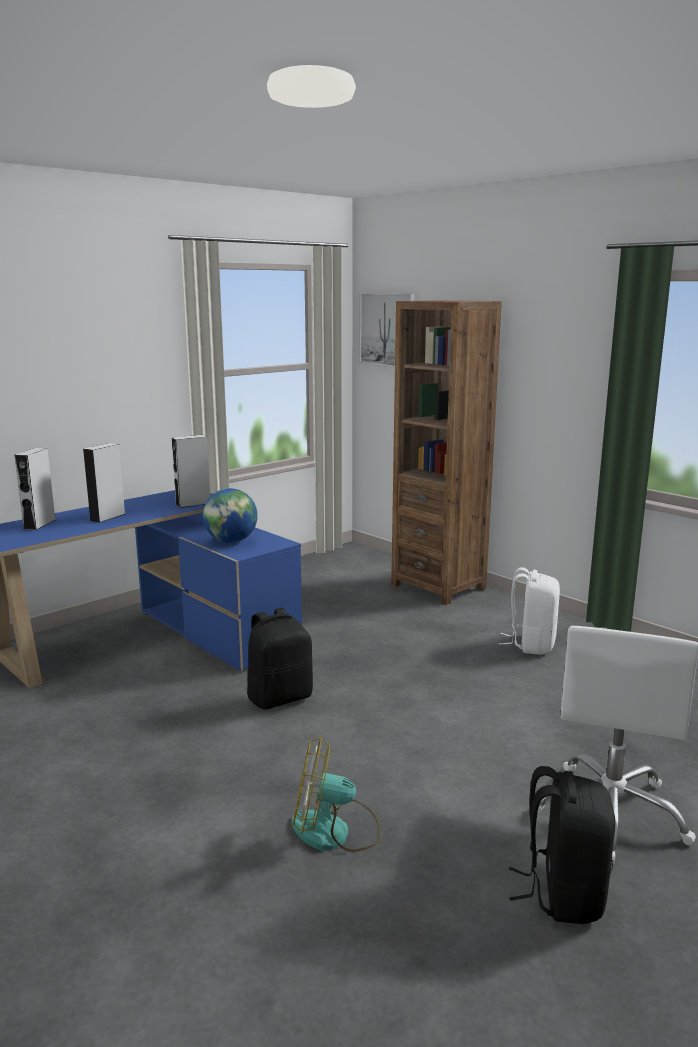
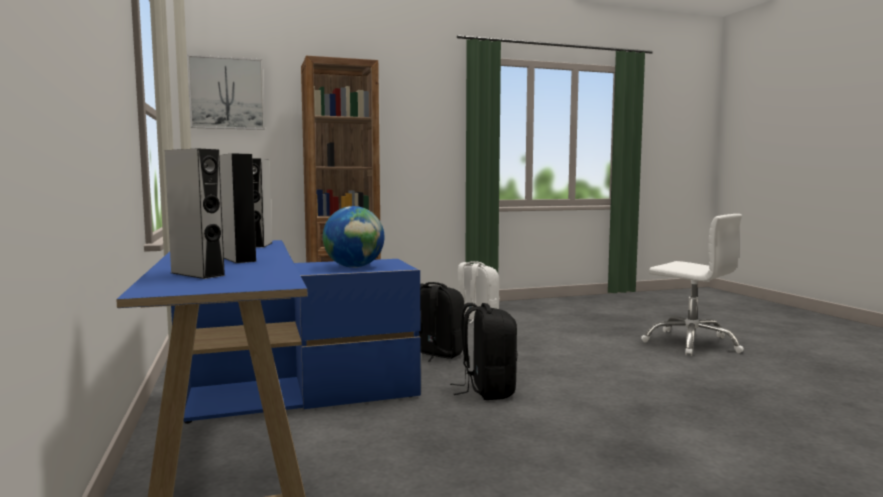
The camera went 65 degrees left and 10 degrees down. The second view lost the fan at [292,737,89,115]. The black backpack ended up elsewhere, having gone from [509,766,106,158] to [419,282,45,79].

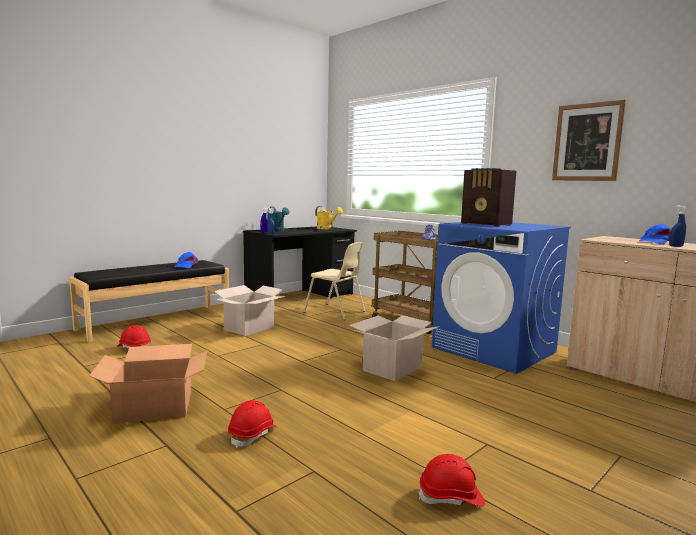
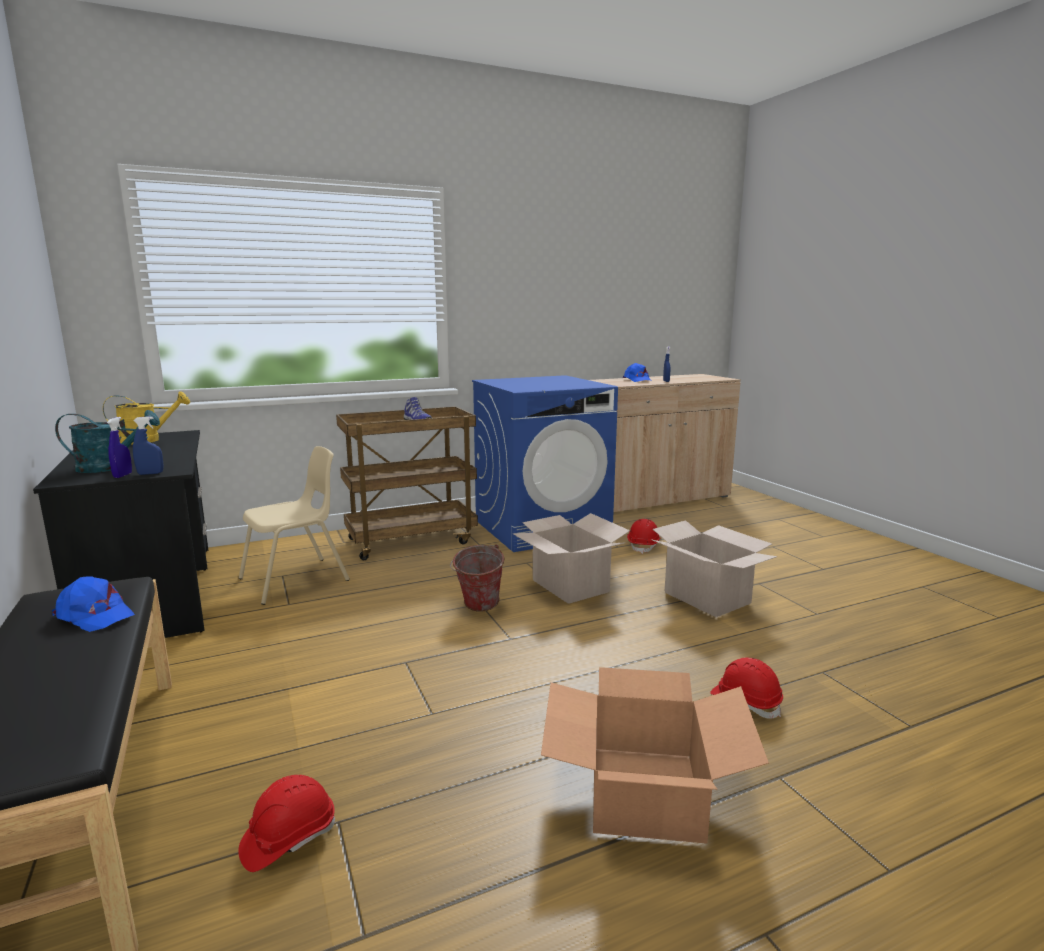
The camera went 70 degrees left and 5 degrees up. The cardboard box ended up elsewhere, having gone from [214,285,71,51] to [651,520,126,97]. The red hard hat ended up elsewhere, having gone from [419,454,66,53] to [627,519,34,35]. The second view lost the radio at [461,168,55,58]. The second view lost the picture at [552,100,74,81]. The second view gained the bucket at [450,544,55,68].

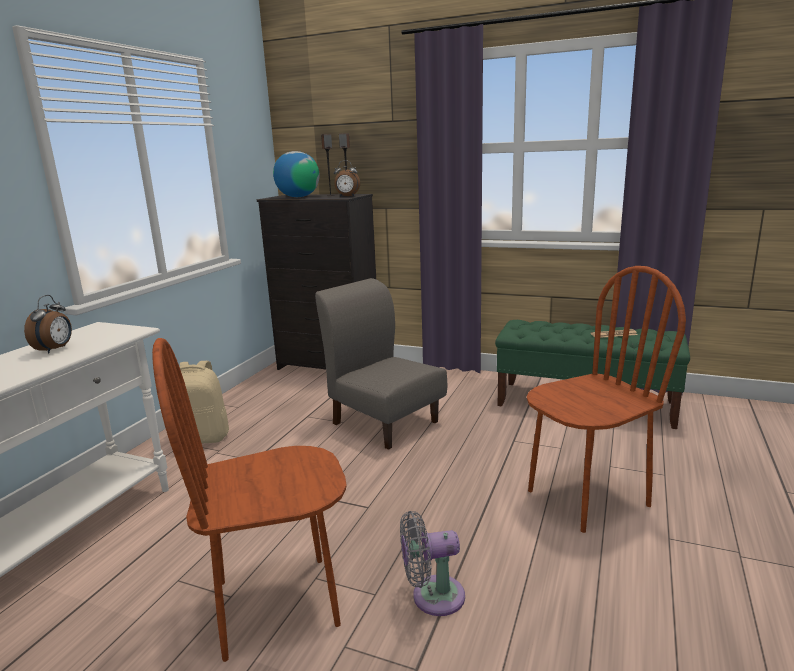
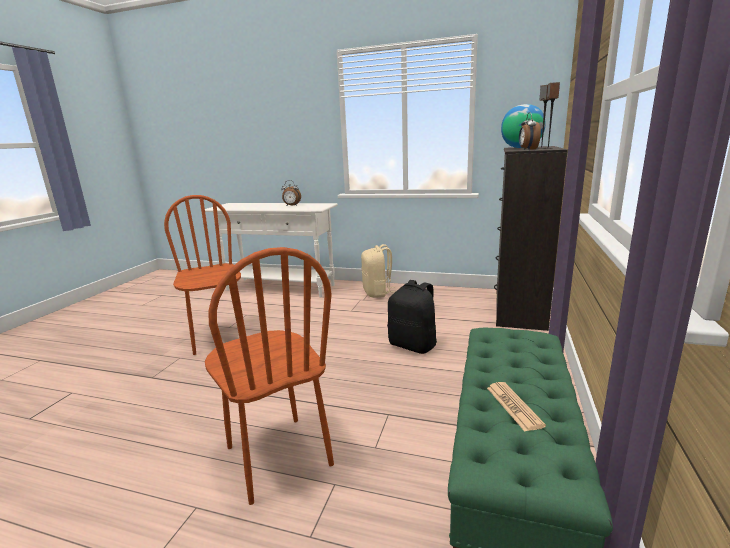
The camera went 85 degrees right and 0 degrees up. Where the grey chair stood at [315,278,132,172], the black backpack came to stand at [387,280,50,74]. The second view lost the grey fan at [400,511,65,105].

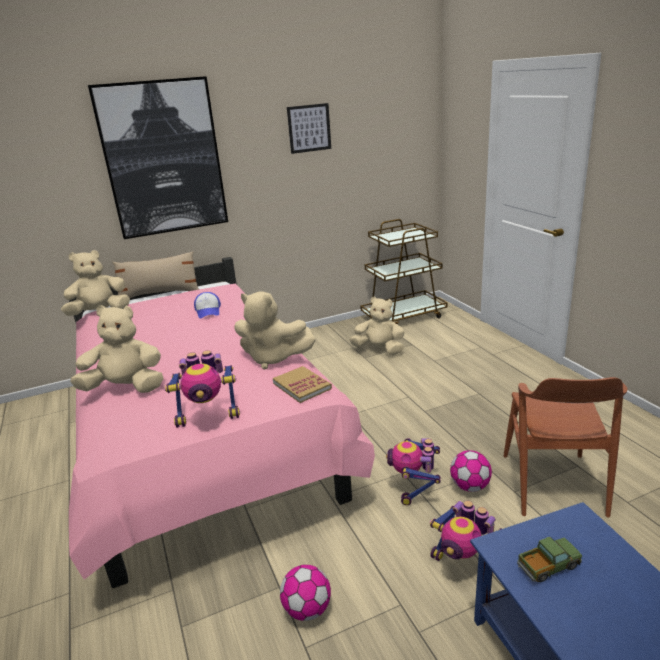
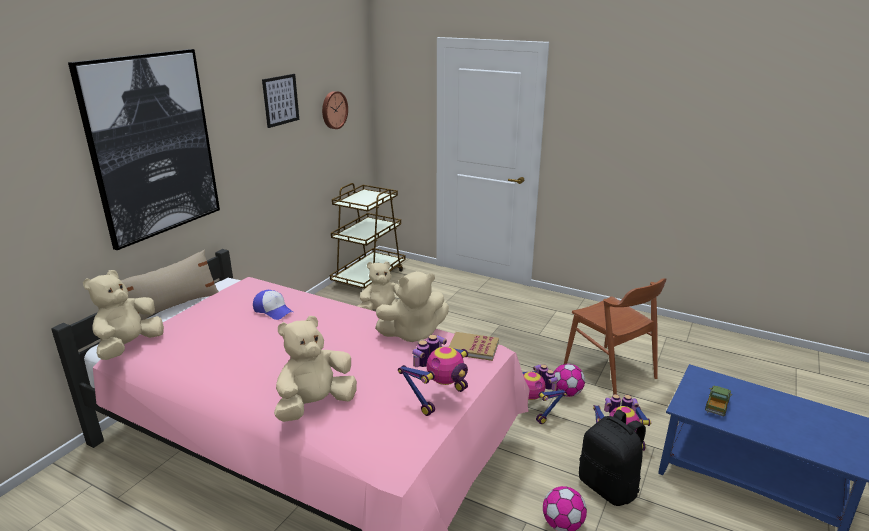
The camera went 40 degrees left and 0 degrees up. The second view gained the wall clock at [322,91,26,38]. The second view gained the black backpack at [579,410,67,96].

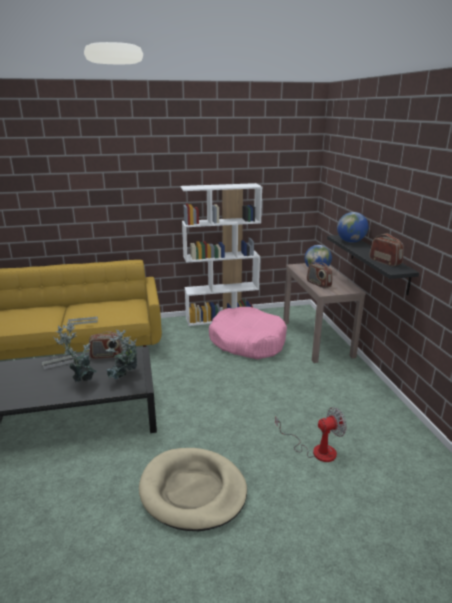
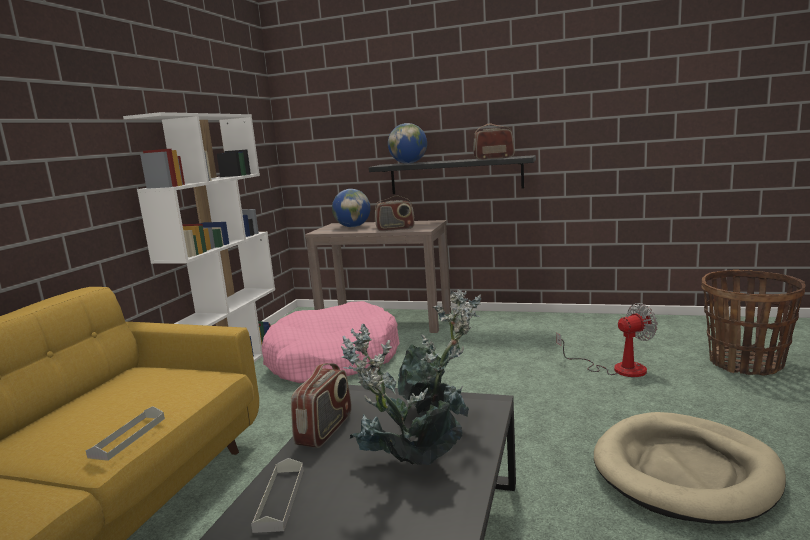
The camera went 60 degrees left and 10 degrees down. The fan at [275,407,72,55] ended up facing another way, 60 degrees clockwise from before. The second view gained the basket at [701,270,105,105].

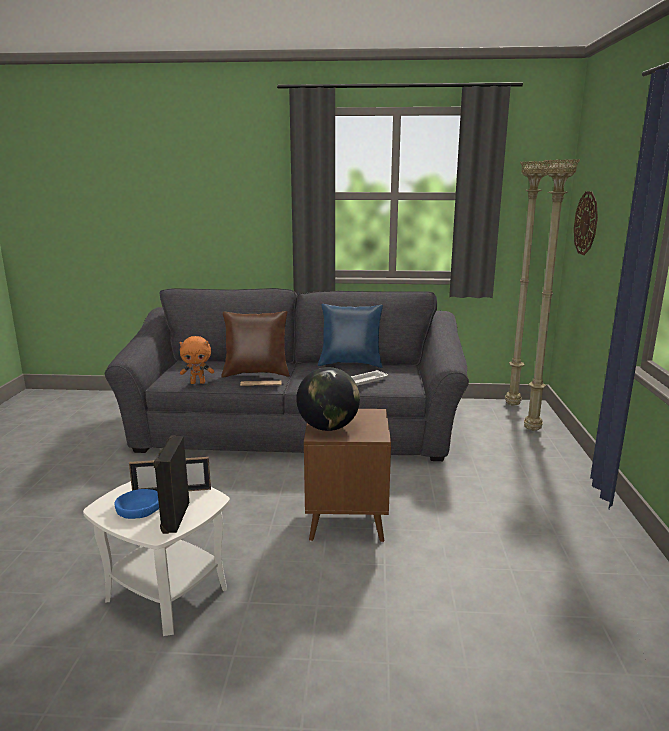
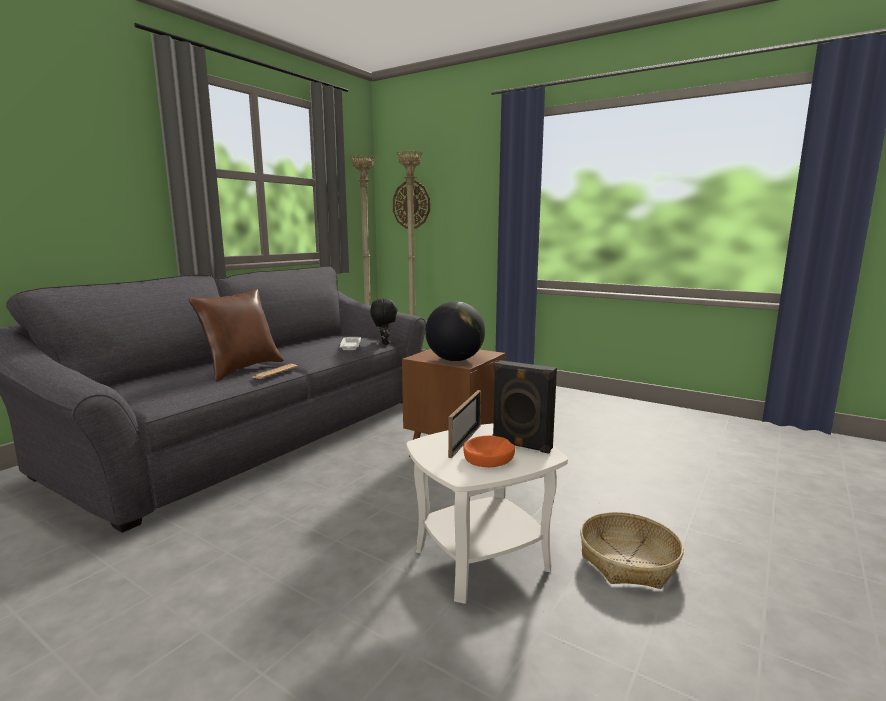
The camera went 60 degrees left and 5 degrees down. What was the blue bowl at [114,489,45,30] turned into the orange bowl at [463,436,52,31]. The second view lost the orange plush toy at [179,336,35,48]. The second view lost the blue pillow at [318,304,65,64]. The second view gained the black plush toy at [370,298,28,47]. The second view gained the basket at [580,512,104,77].

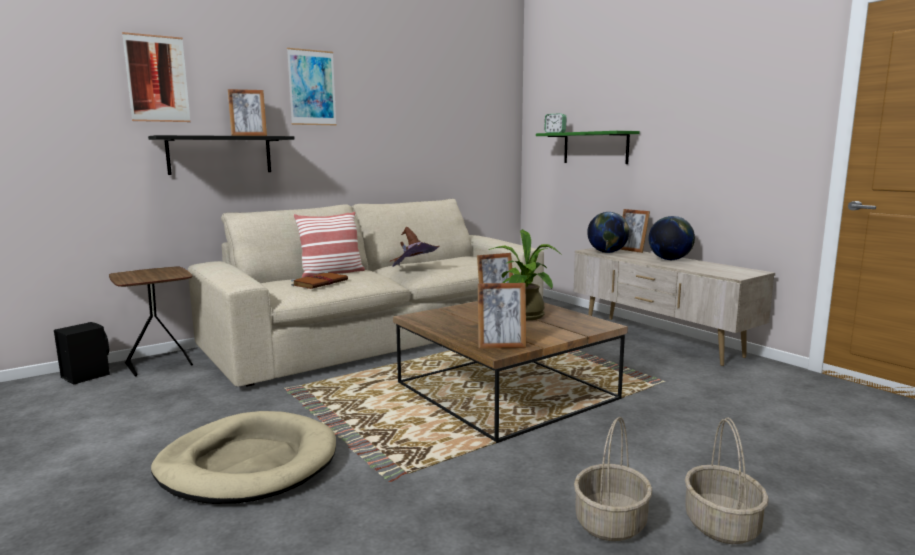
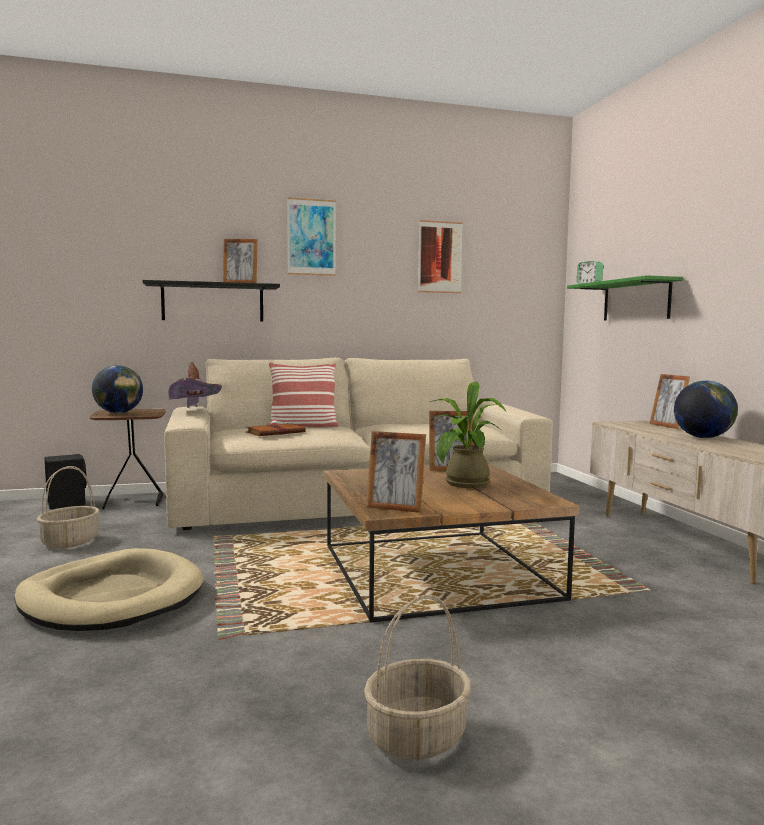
The camera went 20 degrees right and 5 degrees down. The picture ended up elsewhere, having gone from [122,32,69,90] to [418,220,45,73]. The brown hat ended up elsewhere, having gone from [390,227,50,40] to [168,362,54,46]. The globe ended up elsewhere, having gone from [587,212,42,41] to [92,365,51,48]. The basket ended up elsewhere, having gone from [685,417,84,127] to [37,466,63,82].

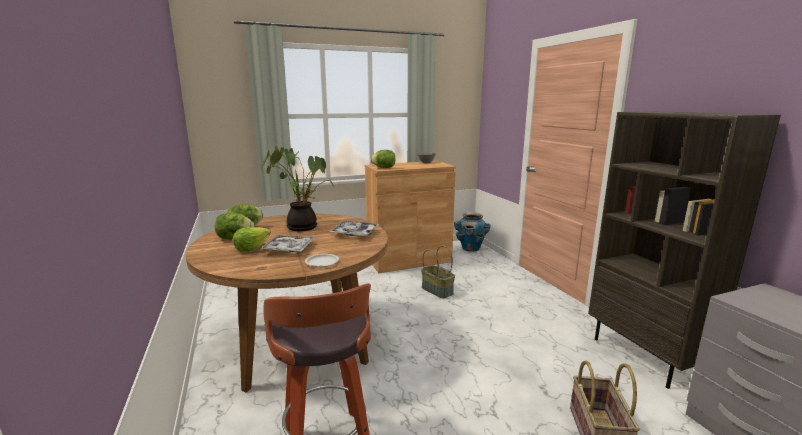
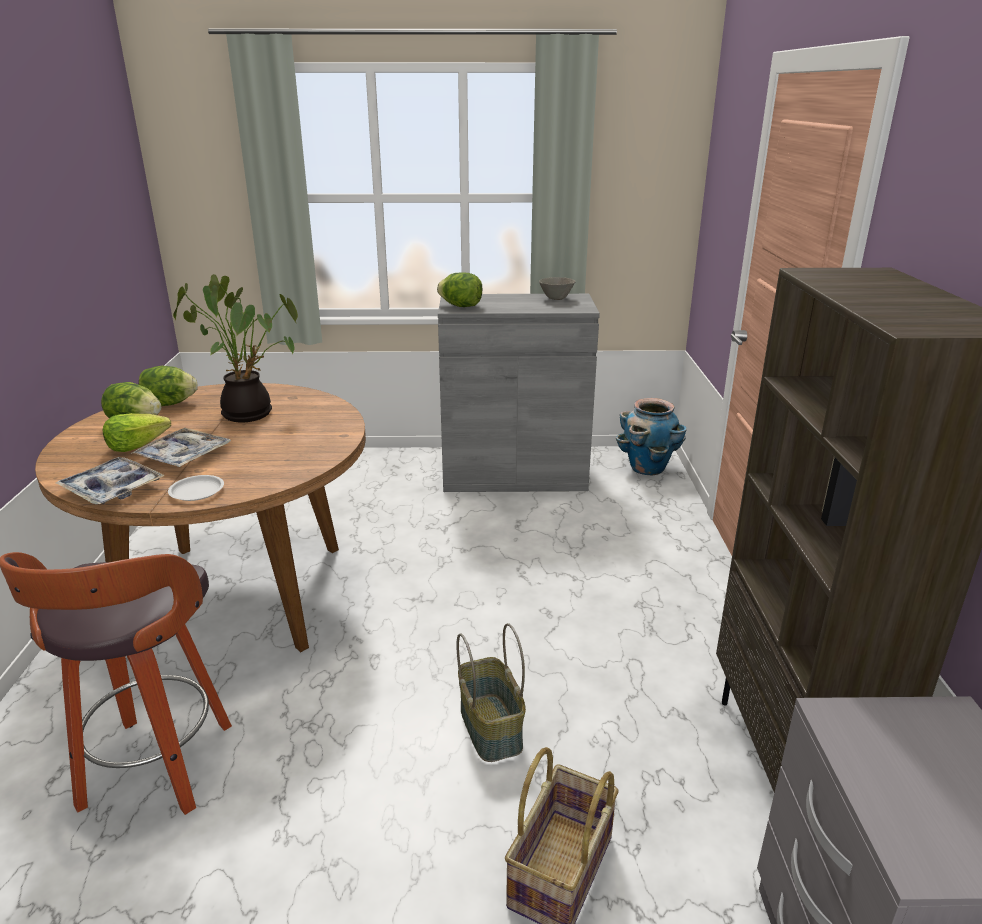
The camera went 20 degrees right and 10 degrees up. The tray ended up elsewhere, having gone from [330,221,49,15] to [56,457,109,47]. What was the brown cabinet at [365,161,91,112] turned into the grey cabinet at [438,294,162,198]. The basket ended up elsewhere, having gone from [421,245,34,54] to [457,623,69,139].

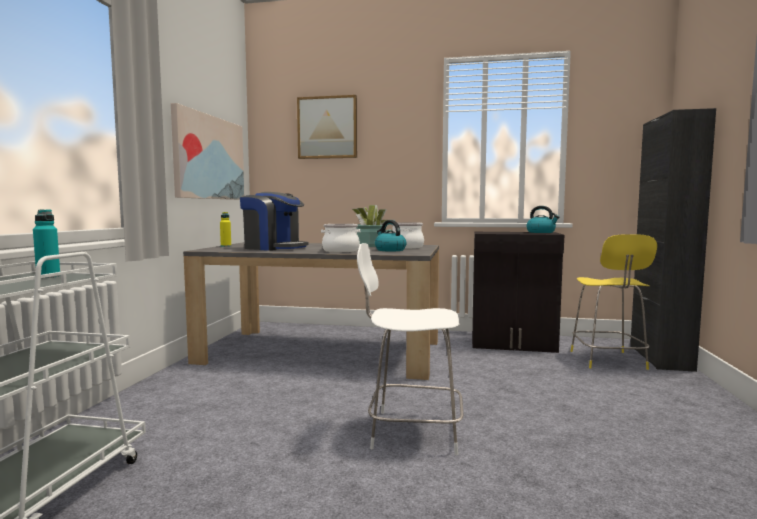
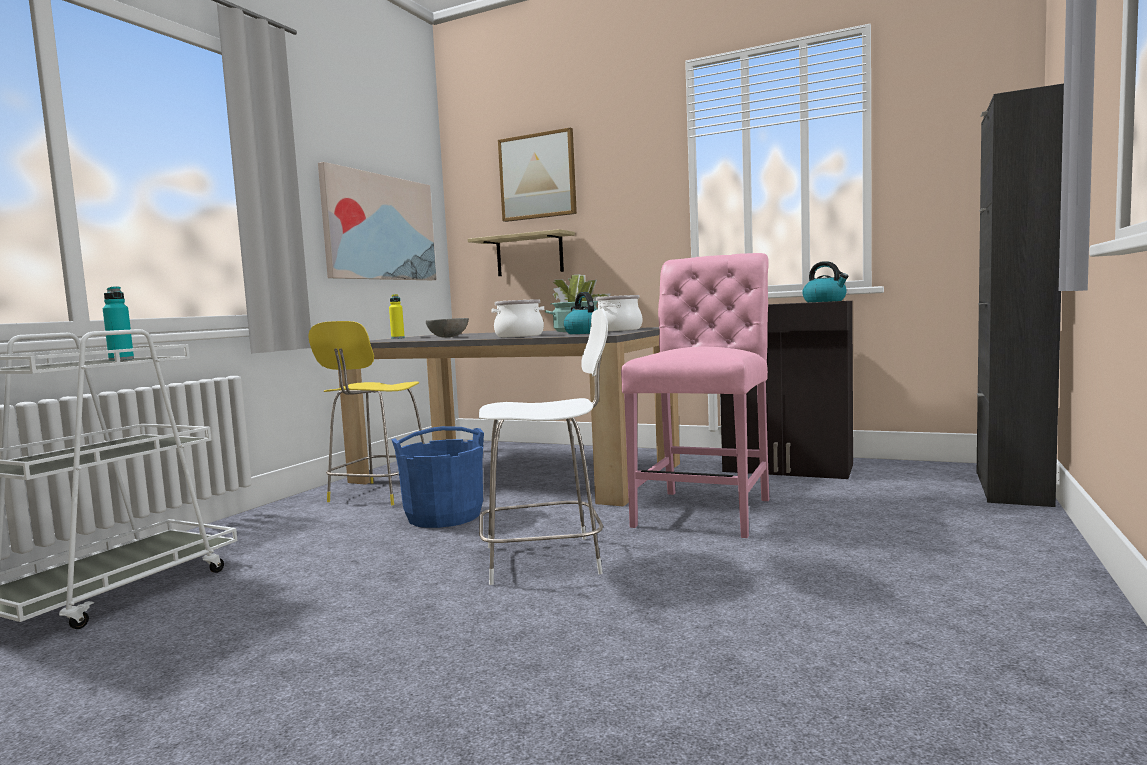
The camera went 15 degrees right and 0 degrees up. Where the coffee machine stood at [240,192,68,59], the grey bowl came to stand at [426,318,43,19]. The white chair at [357,243,106,212] ended up facing another way, 150 degrees clockwise from before. The yellow chair ended up elsewhere, having gone from [571,234,86,136] to [308,321,116,185]. The second view gained the blue bucket at [391,426,93,102]. The second view gained the shelf at [468,229,107,47]. The second view gained the pink chair at [621,253,148,285].

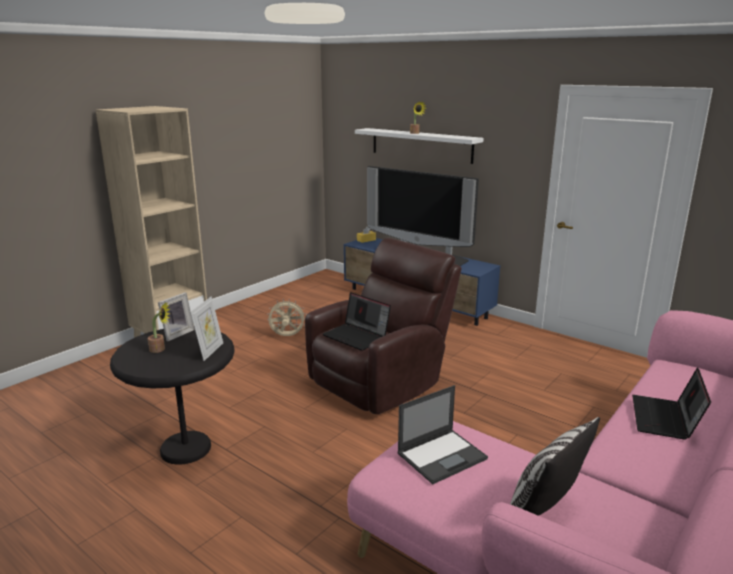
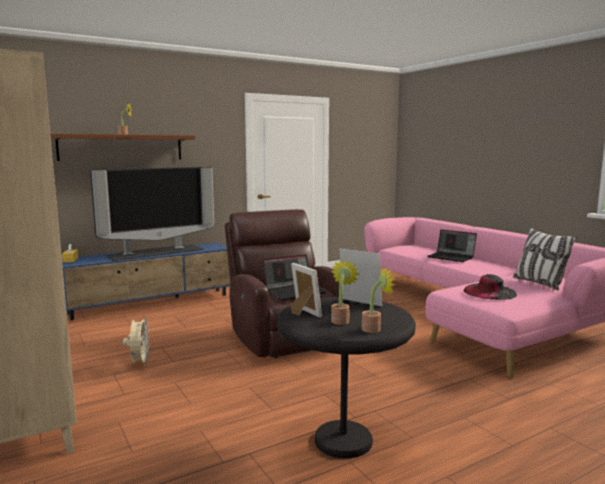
The camera went 70 degrees left and 10 degrees down. The beige fan at [267,299,39,37] ended up facing another way, 150 degrees clockwise from before. What was the white shelf at [355,128,128,36] turned into the brown shelf at [50,134,145,27]. Where the laptop stood at [397,385,91,99], the black hat came to stand at [464,274,53,26]. The second view gained the potted plant at [362,267,33,66].

